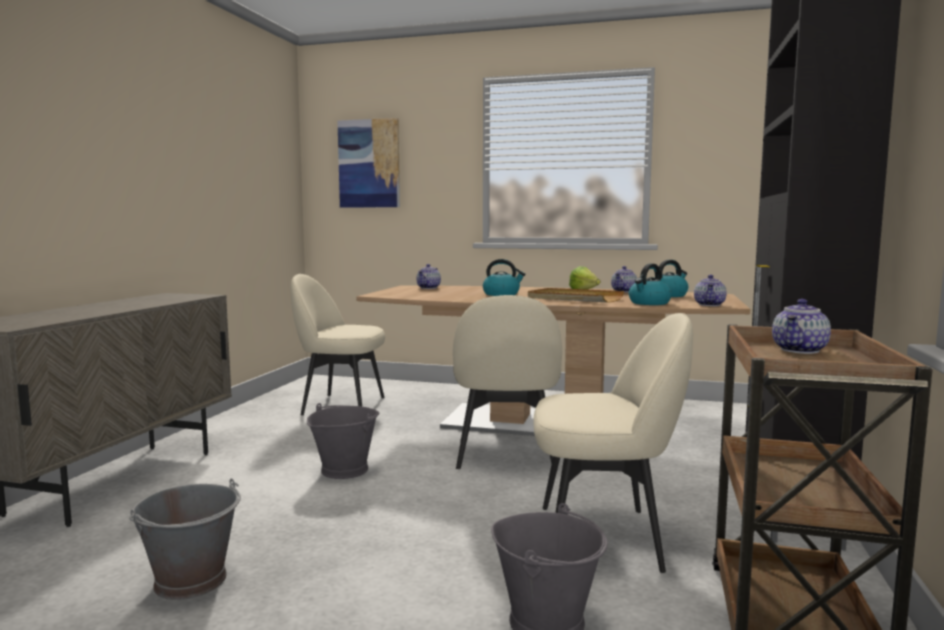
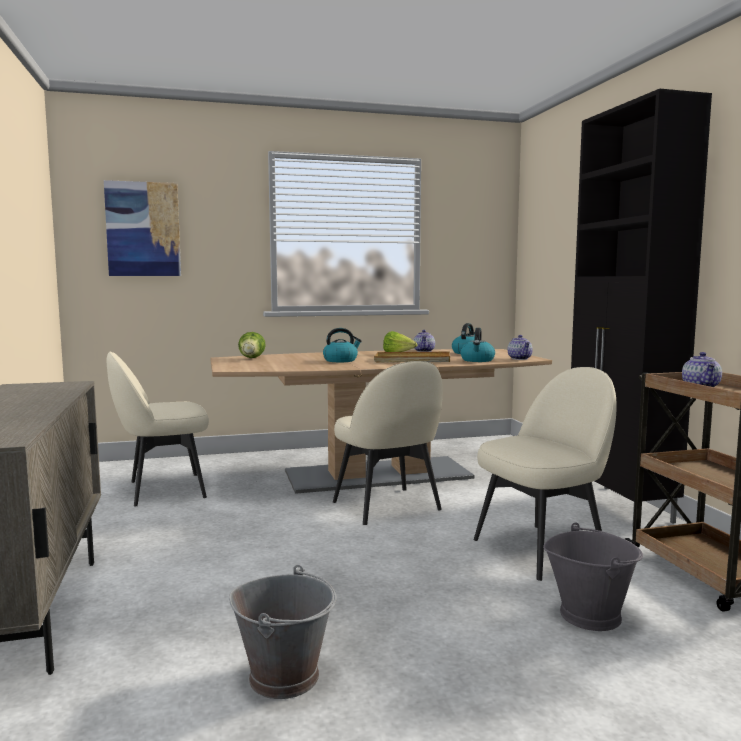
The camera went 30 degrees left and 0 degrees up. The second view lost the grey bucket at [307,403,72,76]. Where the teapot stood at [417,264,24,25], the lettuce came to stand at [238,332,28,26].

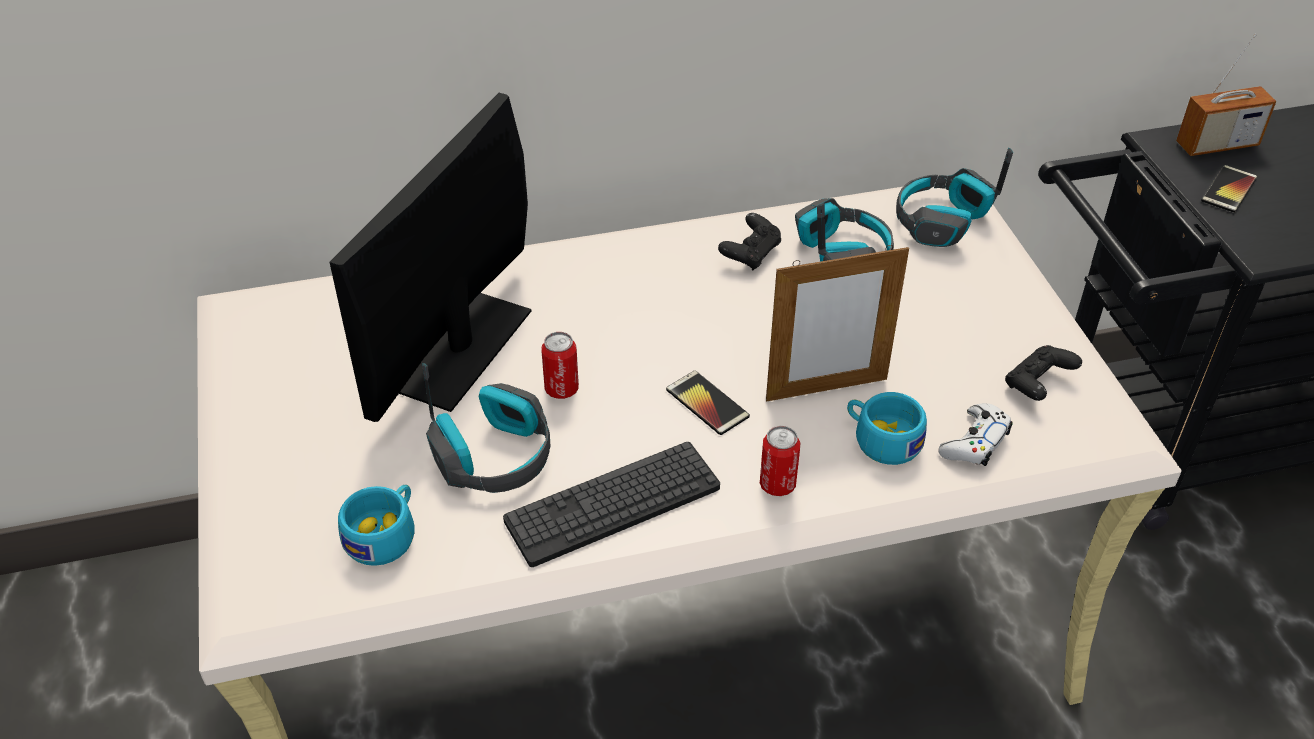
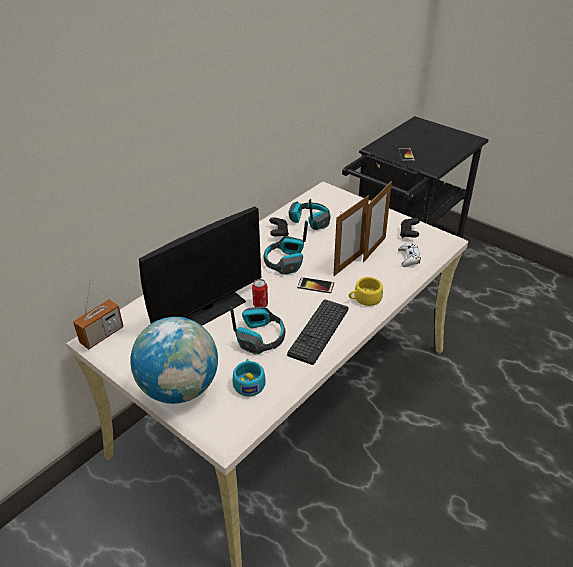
The camera went 35 degrees left and 5 degrees down. The monitor at [329,93,202,329] ended up facing another way, 120 degrees counterclockwise from before. Where the can stood at [760,426,40,70], the yellow cup came to stand at [349,277,34,29]. The second view lost the turquoise cup at [847,392,80,73]. The headphones ended up elsewhere, having gone from [896,148,117,99] to [264,221,44,54]. The radio ended up elsewhere, having gone from [1176,34,100,122] to [73,279,51,71]. The second view gained the globe at [130,317,88,87]. The second view gained the picture frame at [363,181,29,82].

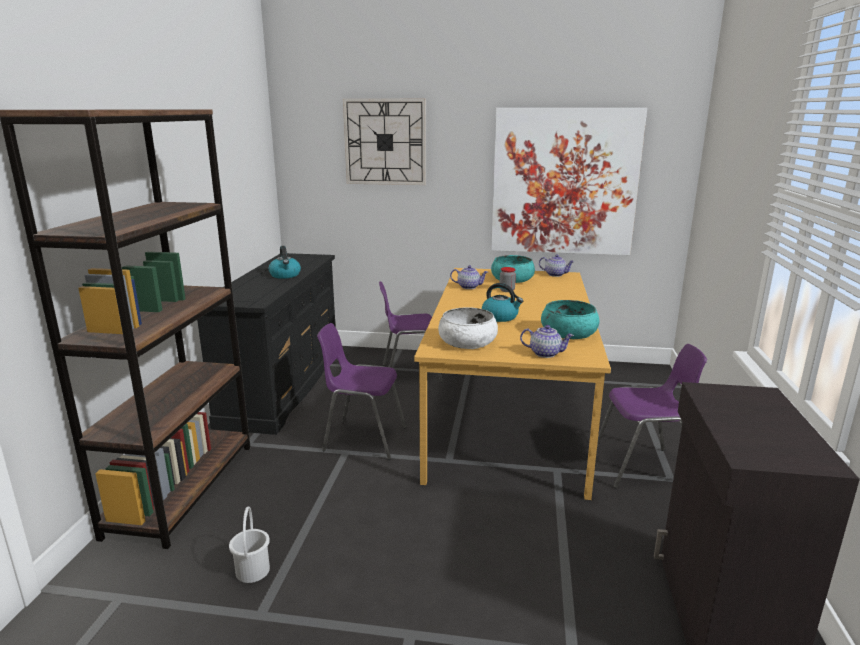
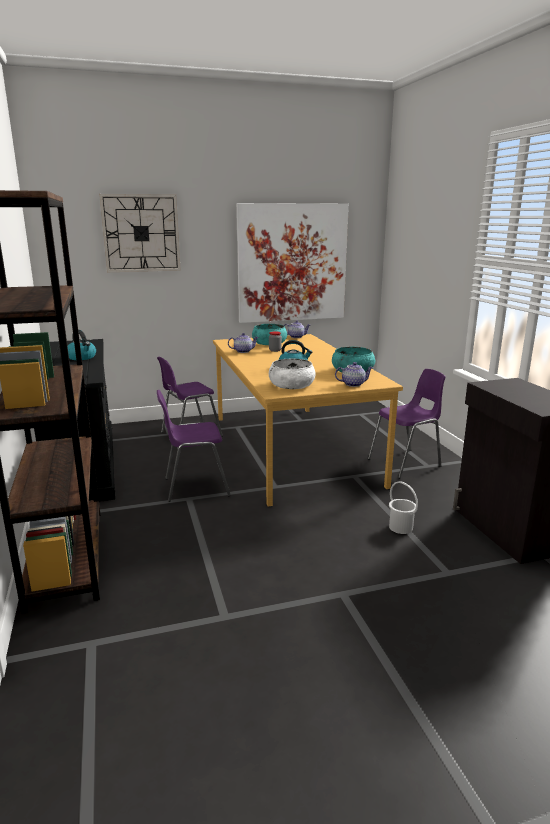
The camera went 25 degrees left and 0 degrees up. The white bucket ended up elsewhere, having gone from [229,507,41,76] to [389,481,29,53].

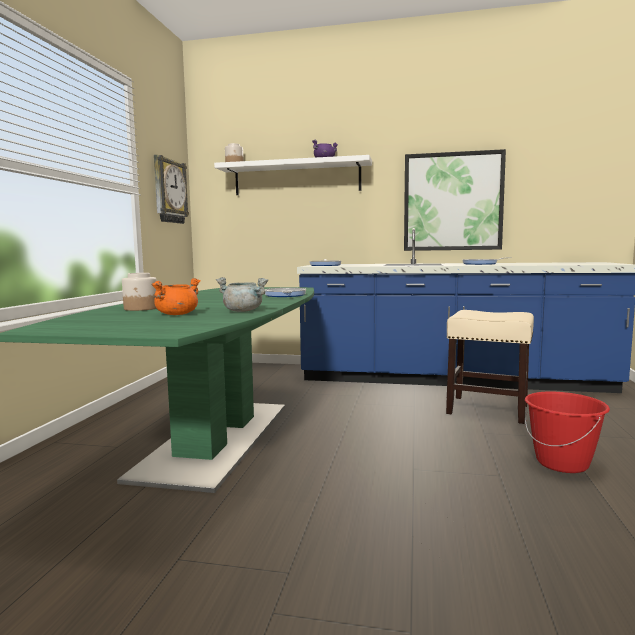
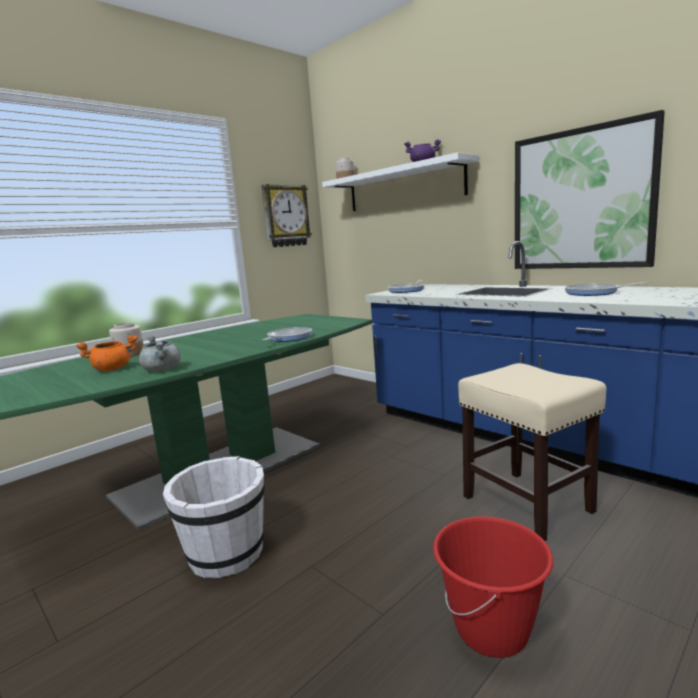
The camera went 35 degrees right and 5 degrees up. The second view gained the white bucket at [163,456,102,122].

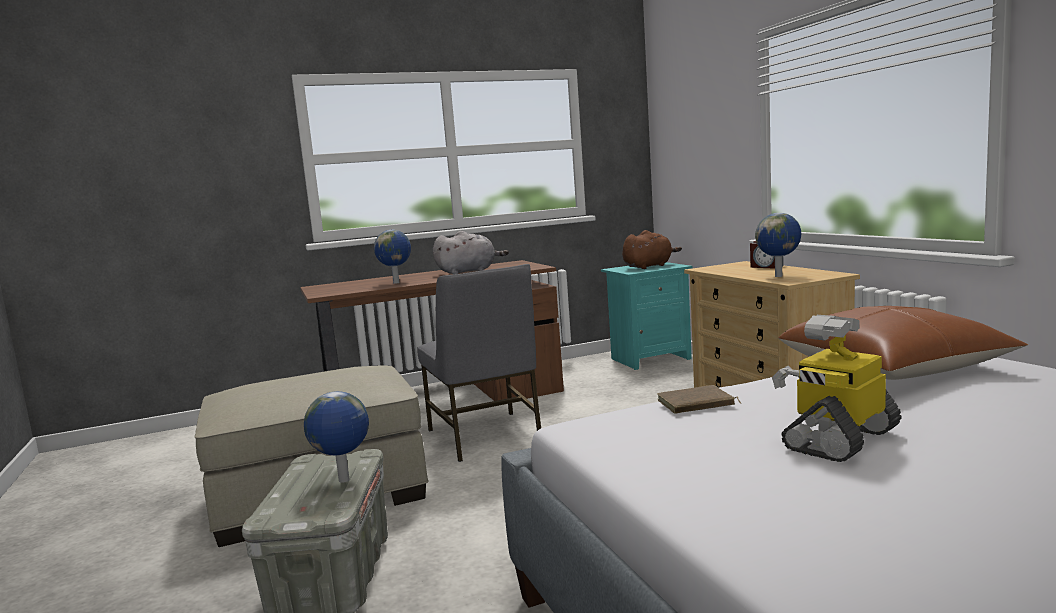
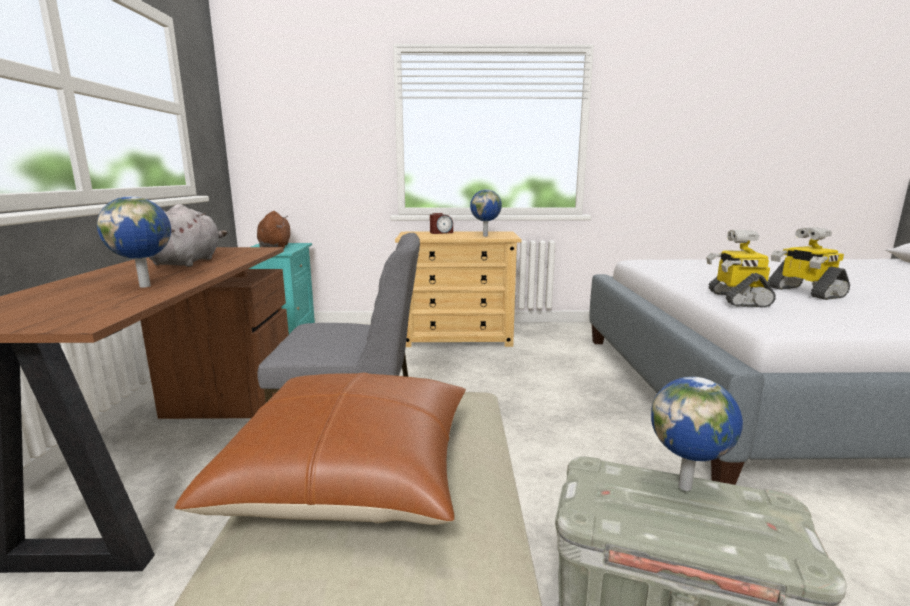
The camera went 70 degrees left and 5 degrees up. Where the brown book stood at [657,385,85,29], the toy robot came to stand at [706,230,70,78]. The brown pillow ended up elsewhere, having gone from [778,306,250,74] to [175,373,291,152].

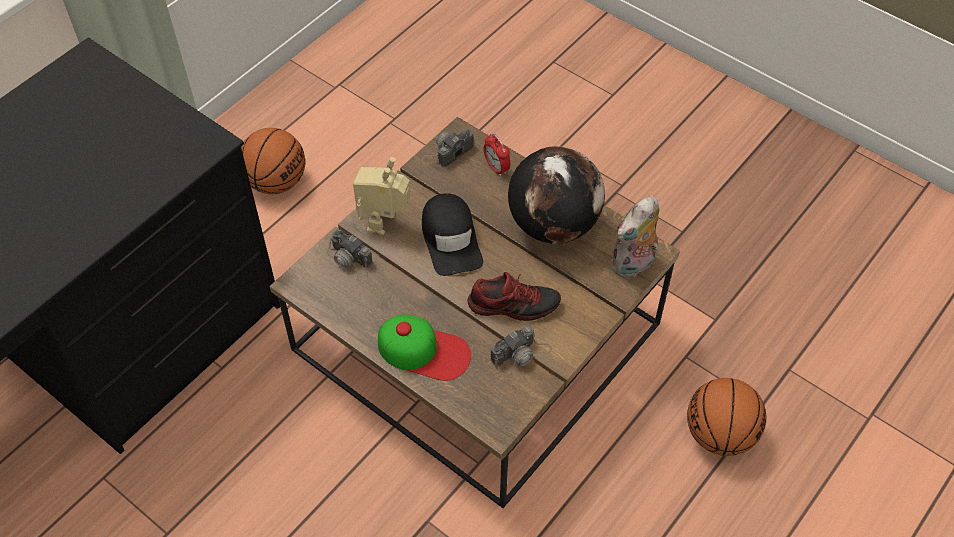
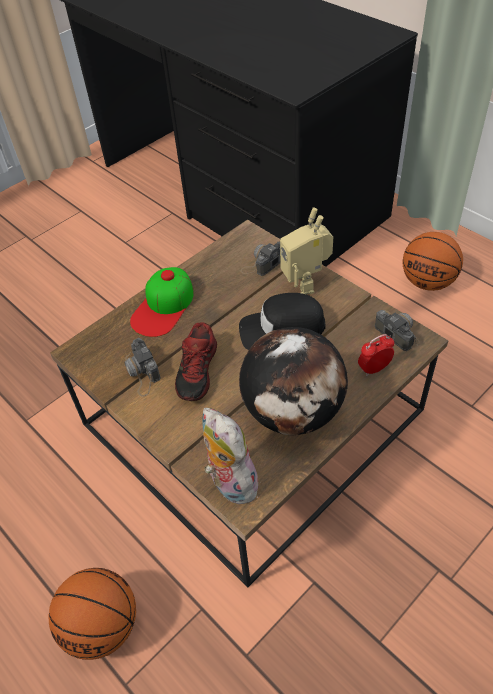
The camera went 100 degrees right and 5 degrees down. The toy robot at [353,157,58,78] ended up facing another way, 135 degrees counterclockwise from before.

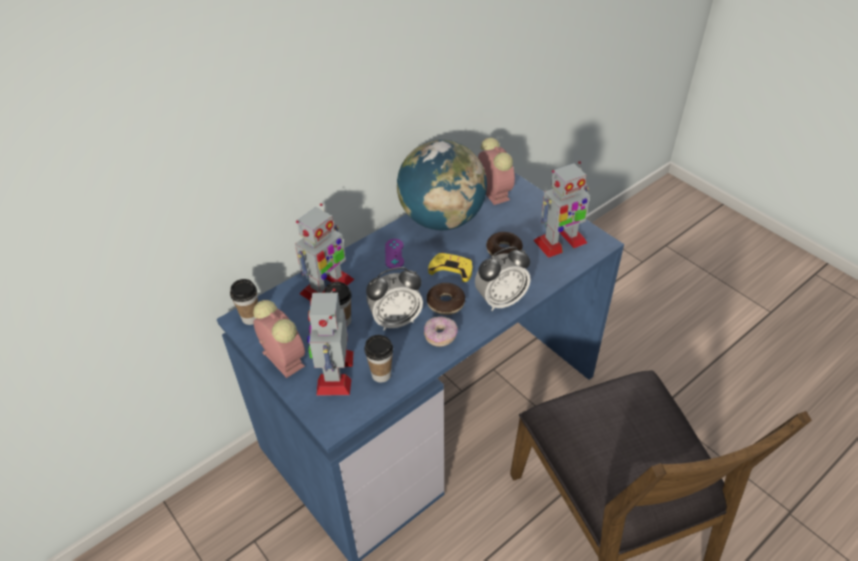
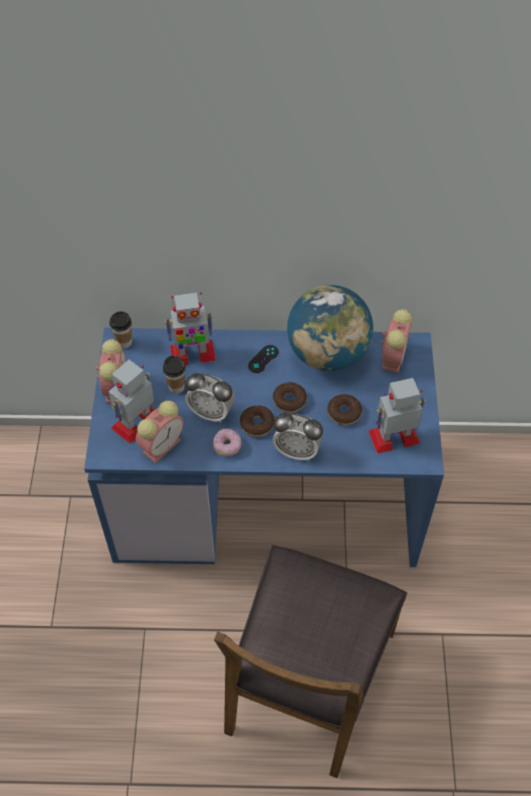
The camera went 40 degrees right and 10 degrees up. Where the cup stood at [365,335,28,48], the alarm clock came to stand at [136,400,47,63]. What was the purple game controller at [385,239,19,30] turned into the black game controller at [248,345,31,28]. Where the yellow game controller stood at [428,253,44,29], the donut came to stand at [273,382,34,31]. The toy robot at [533,161,57,97] ended up facing another way, 150 degrees clockwise from before.

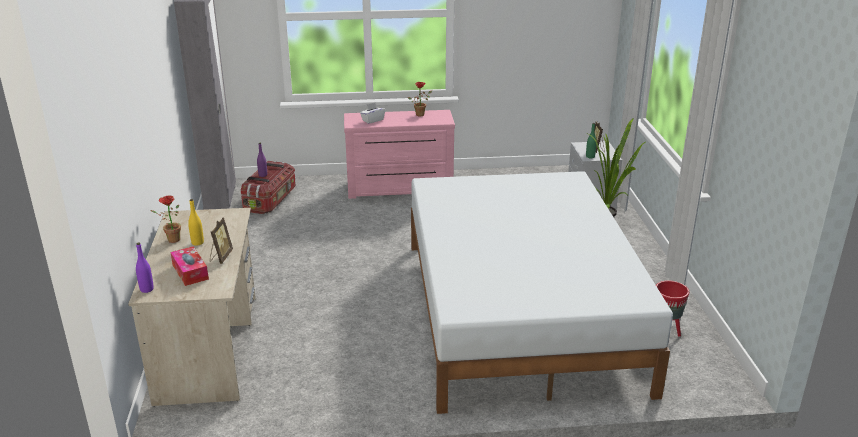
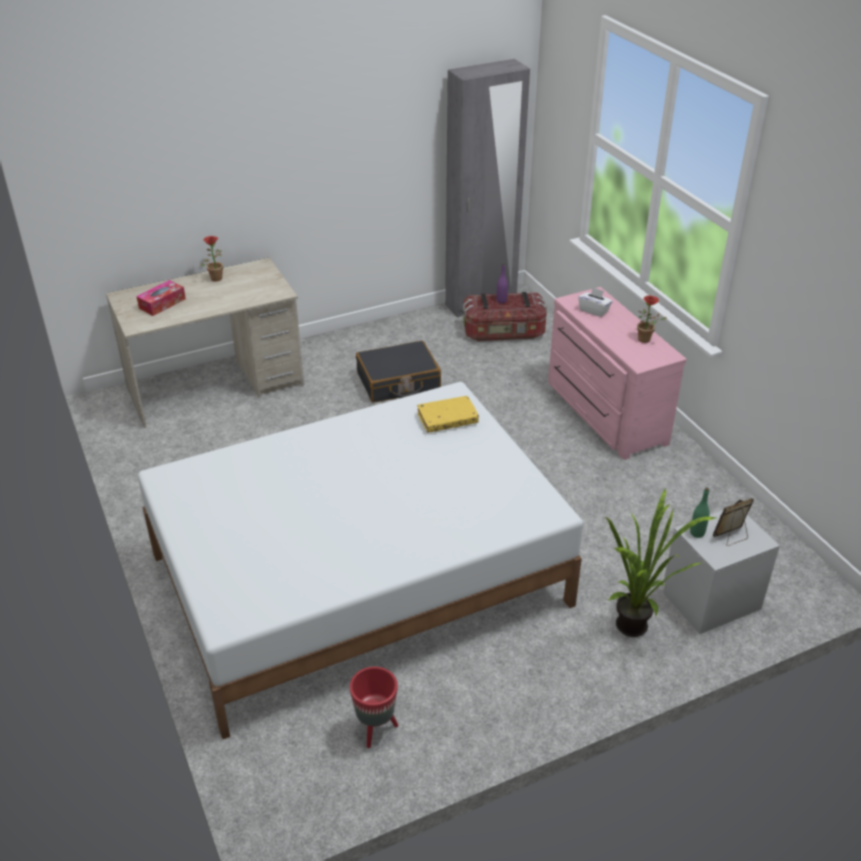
The camera went 70 degrees right and 10 degrees up. The second view lost the purple bottle at [136,242,18,51]. The second view lost the yellow bottle at [188,199,16,47]. The second view lost the picture frame at [210,218,23,46]. The second view gained the black suitcase at [356,341,85,62]. The second view gained the yellow book at [417,396,62,36].

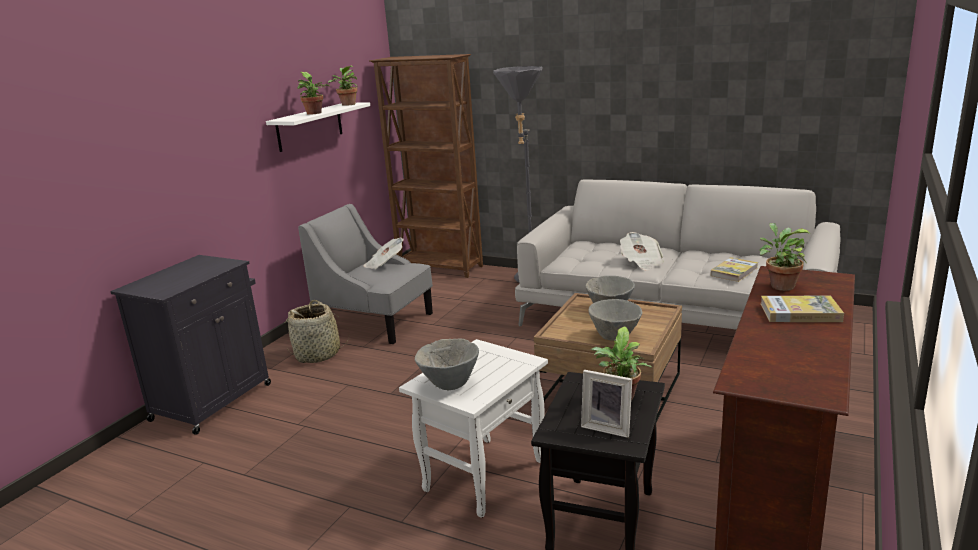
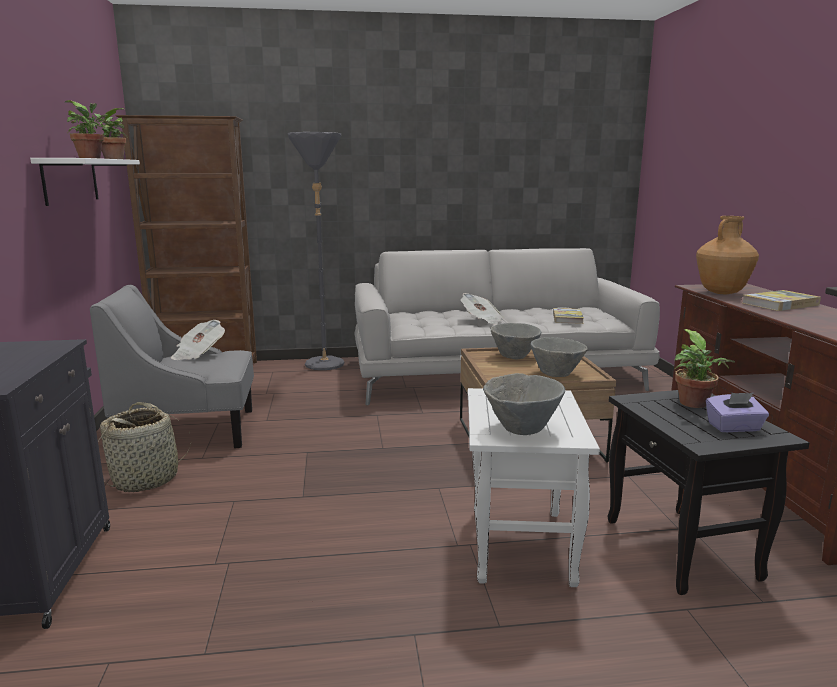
The camera went 35 degrees left and 5 degrees down. Where the picture frame stood at [581,370,51,68], the purple tissue box came to stand at [706,393,63,39]. Where the potted plant stood at [759,223,51,68], the brown vase came to stand at [696,216,63,78].

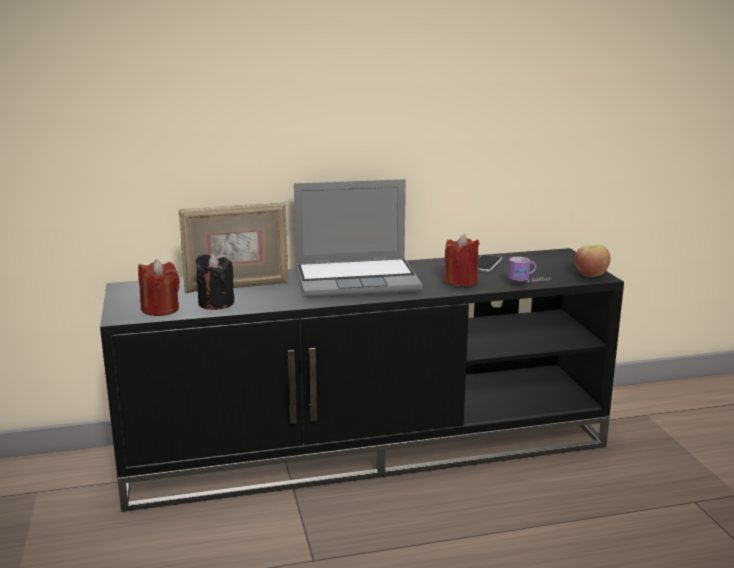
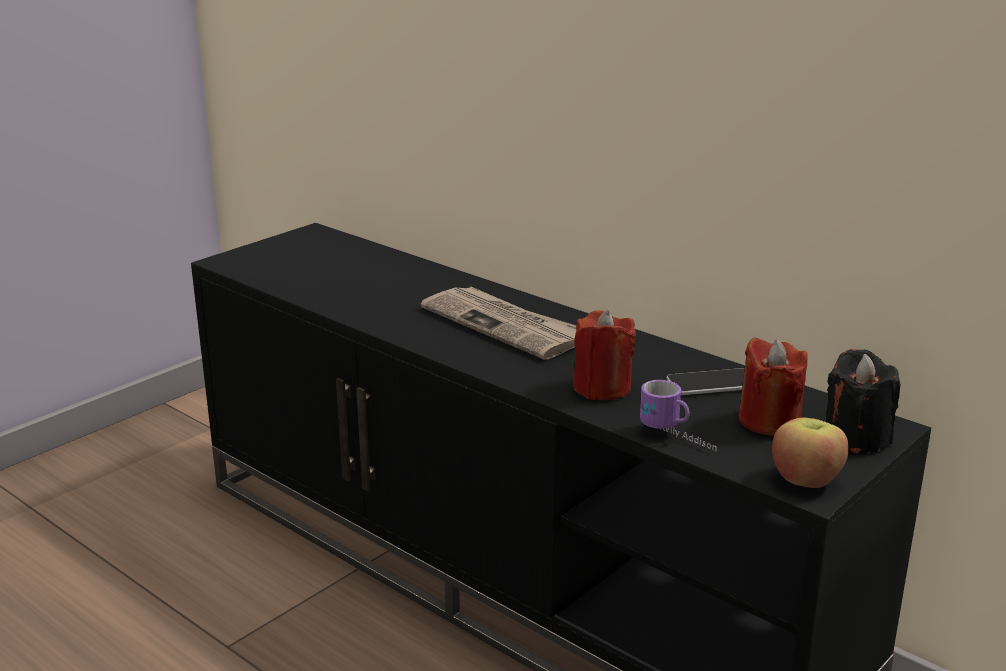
The camera went 55 degrees right and 5 degrees up. The red candle ended up elsewhere, having gone from [138,259,42,57] to [738,338,70,98]. The second view lost the picture frame at [179,202,110,91]. The black candle ended up elsewhere, having gone from [196,254,38,56] to [826,349,74,105]. Where the laptop stood at [294,179,128,119], the newspaper came to stand at [421,287,155,72].

